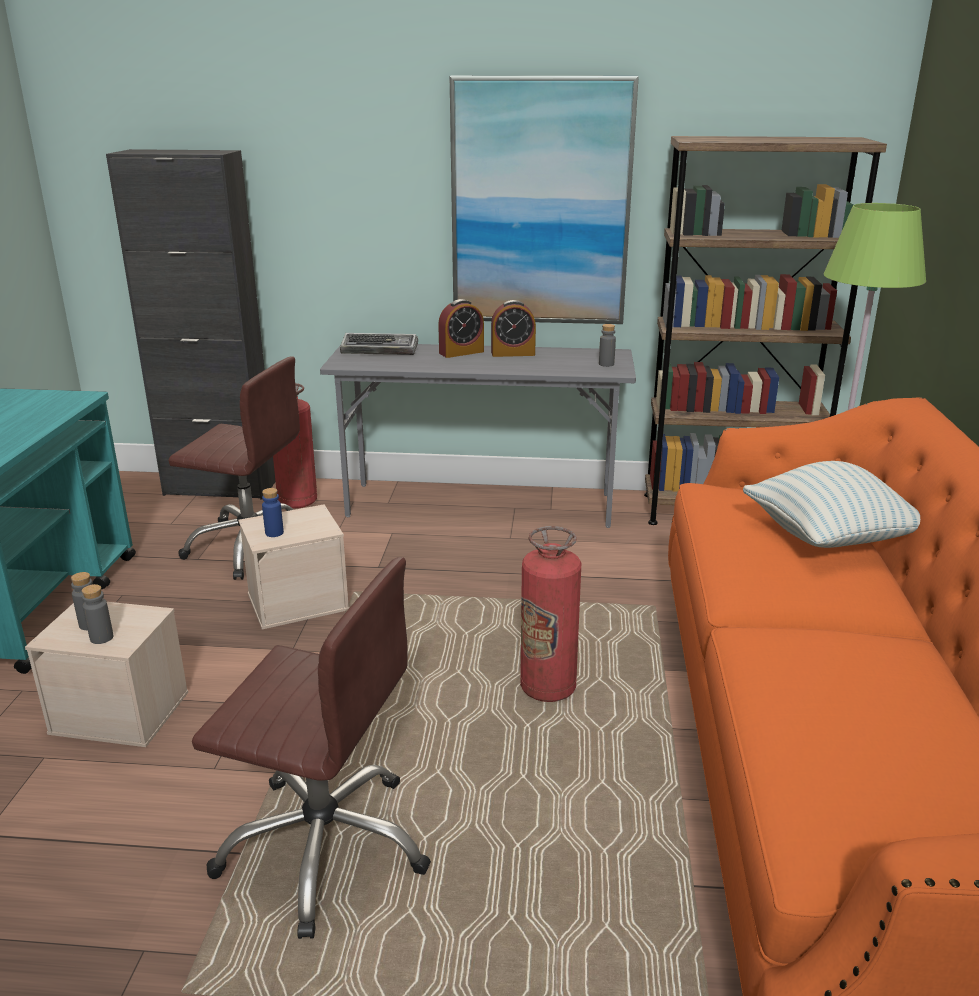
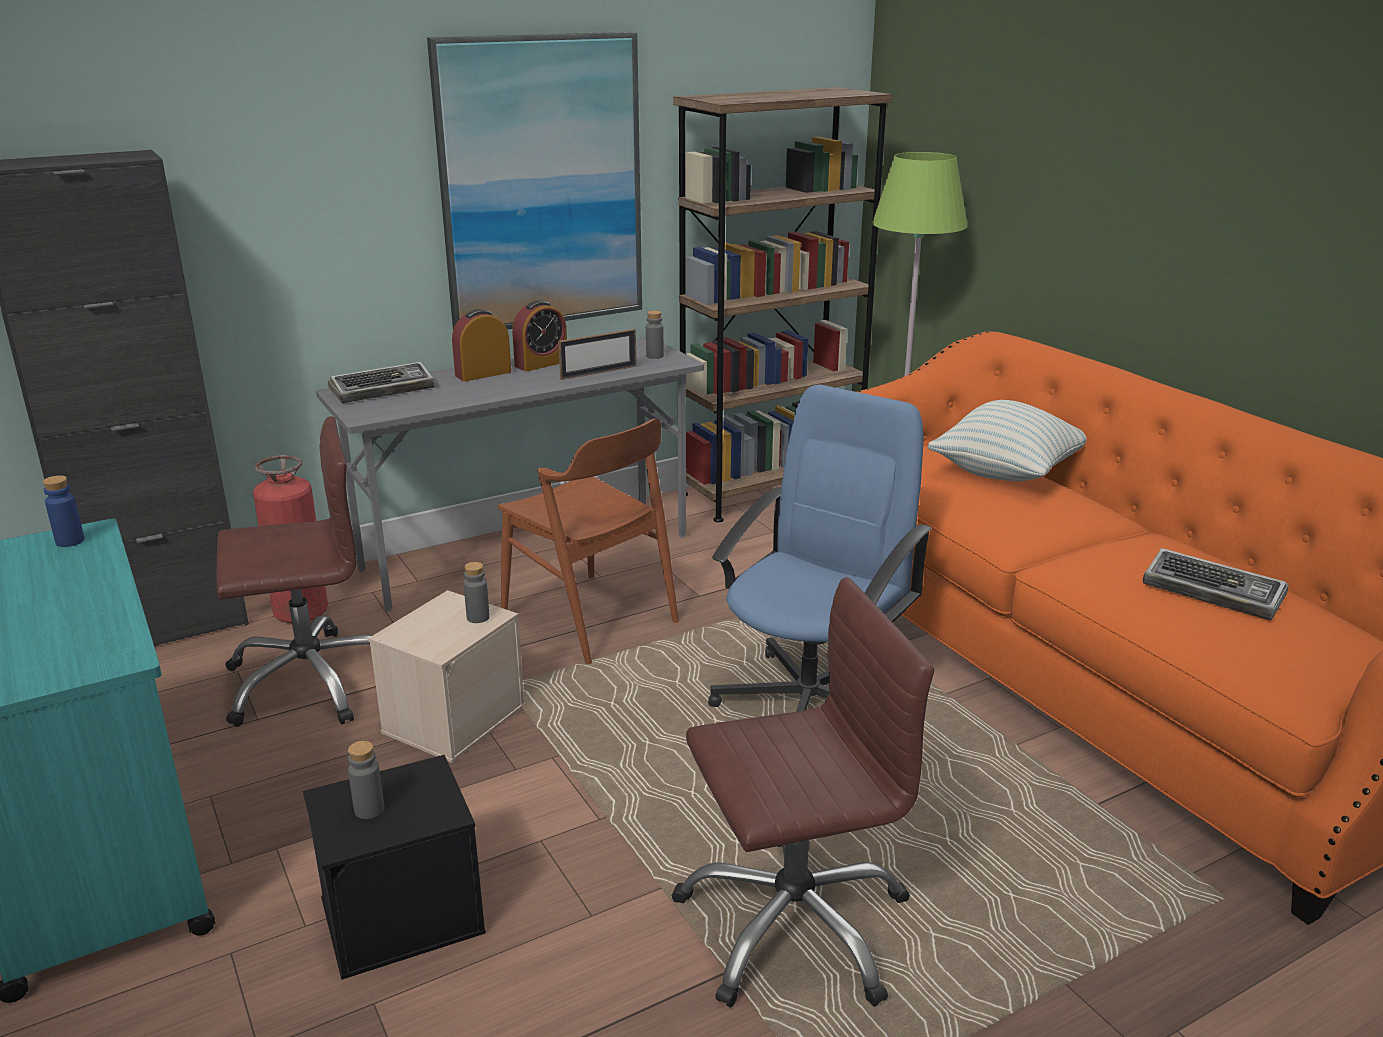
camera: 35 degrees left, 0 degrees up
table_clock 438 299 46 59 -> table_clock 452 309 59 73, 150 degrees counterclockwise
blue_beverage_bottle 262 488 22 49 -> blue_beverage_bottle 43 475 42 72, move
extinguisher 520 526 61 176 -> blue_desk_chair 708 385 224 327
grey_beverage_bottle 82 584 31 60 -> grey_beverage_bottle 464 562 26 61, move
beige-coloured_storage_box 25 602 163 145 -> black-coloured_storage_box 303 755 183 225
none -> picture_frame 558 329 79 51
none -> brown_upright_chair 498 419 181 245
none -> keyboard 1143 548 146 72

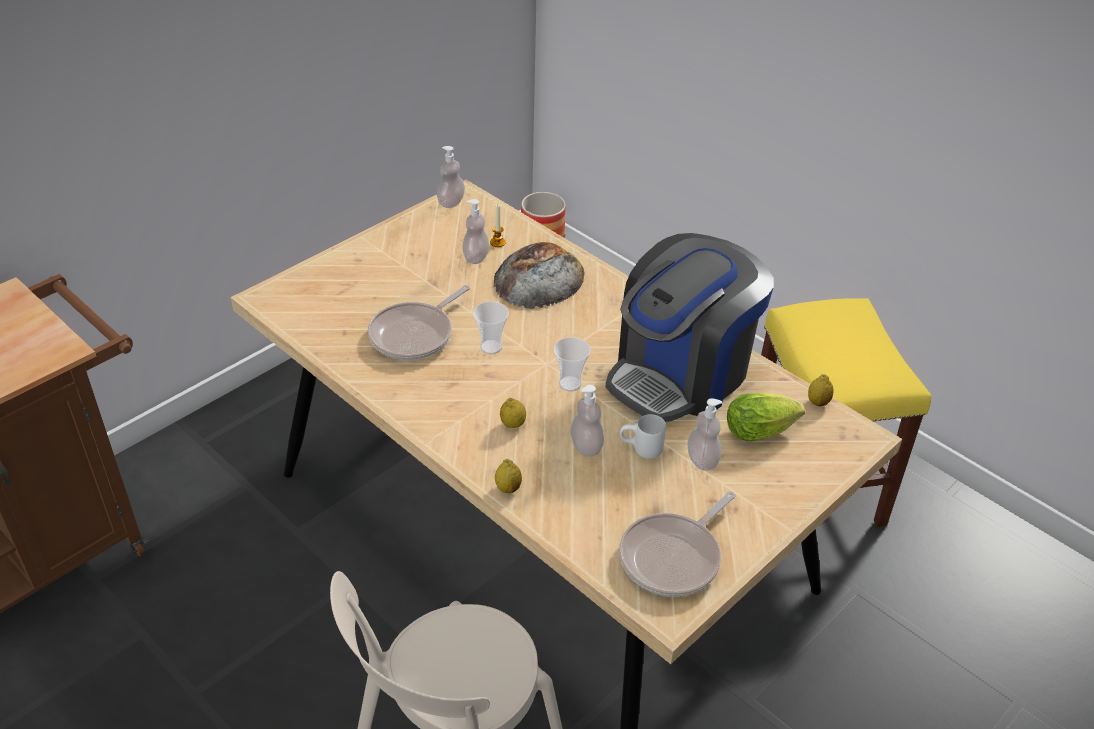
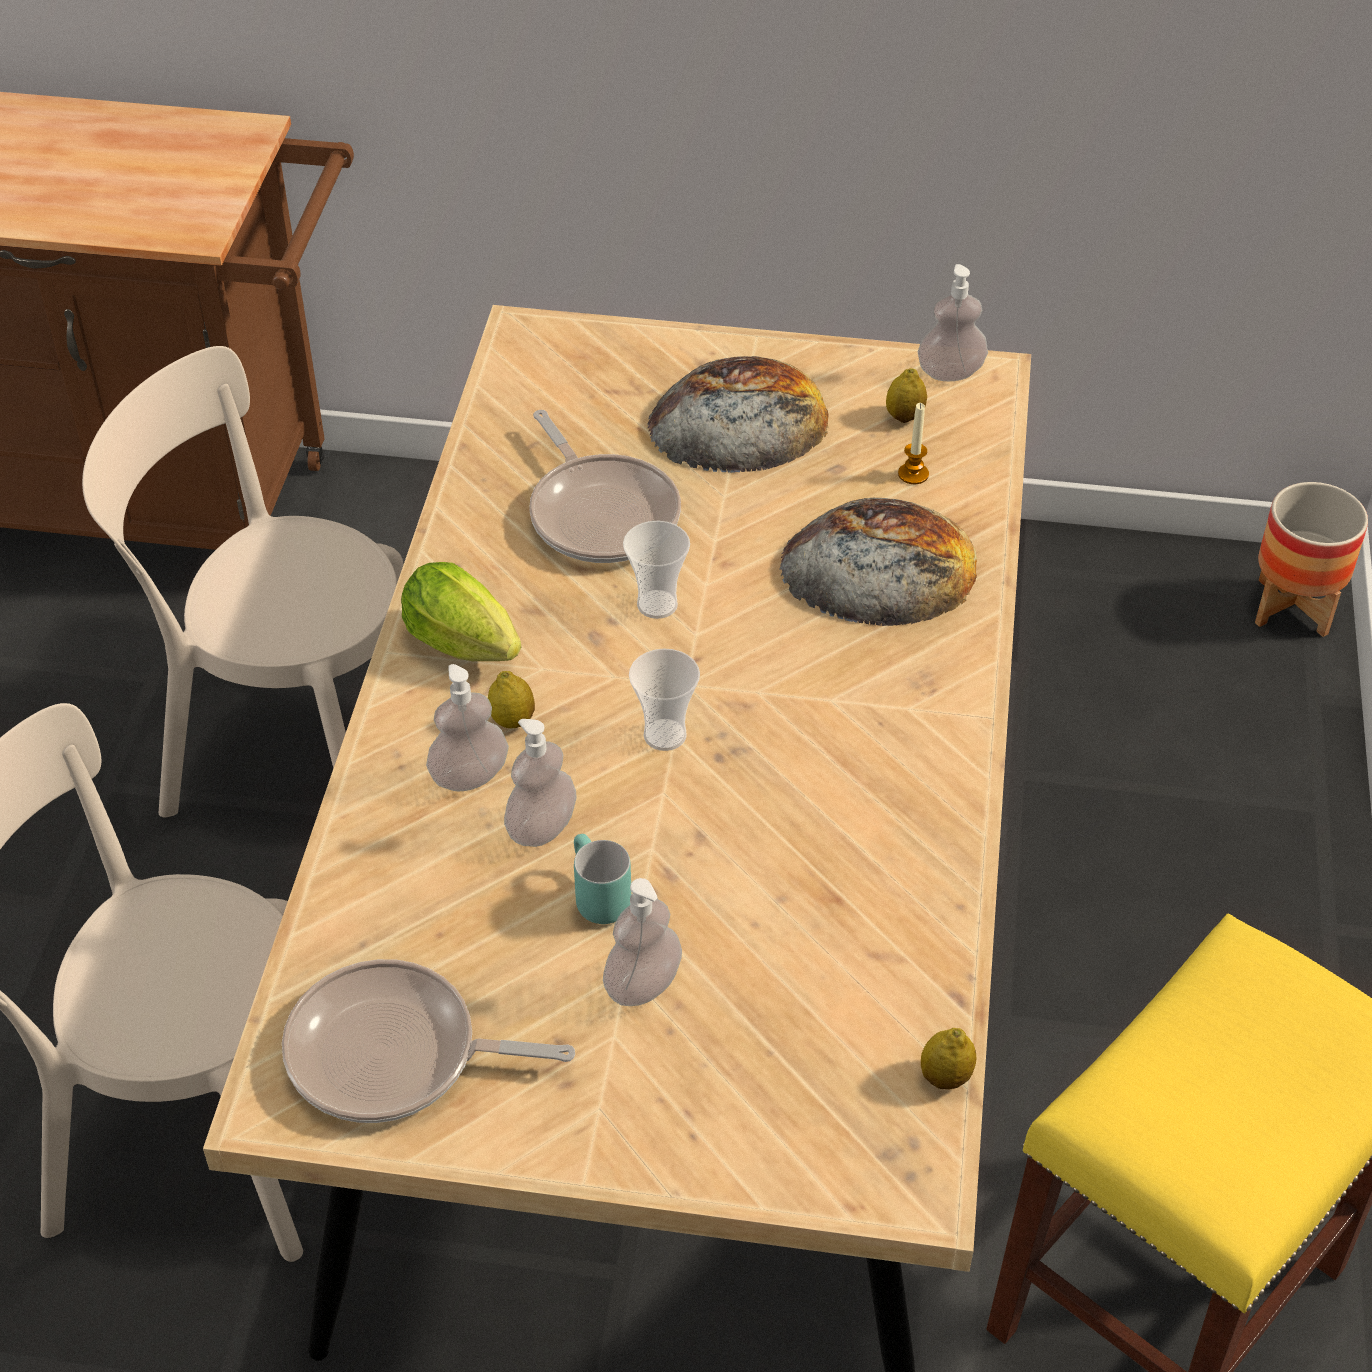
camera: 55 degrees right, 5 degrees up
soap_dispenser 462 199 27 65 -> soap_dispenser 426 664 83 128, move
coffee_machine 606 233 168 189 -> none
pan 368 285 102 75 -> pan 529 410 152 153, 120 degrees counterclockwise
head_of_lettuce 727 393 78 48 -> head_of_lettuce 401 562 120 99, move
whitish_tea_mug 620 414 46 45 -> turquoise_tea_mug 574 834 58 90
citrus_fruit 495 459 27 34 -> citrus_fruit 886 368 41 55, move
none -> beige-coloured_upright_chair 82 346 322 471
none -> bakery_bread 647 356 182 117

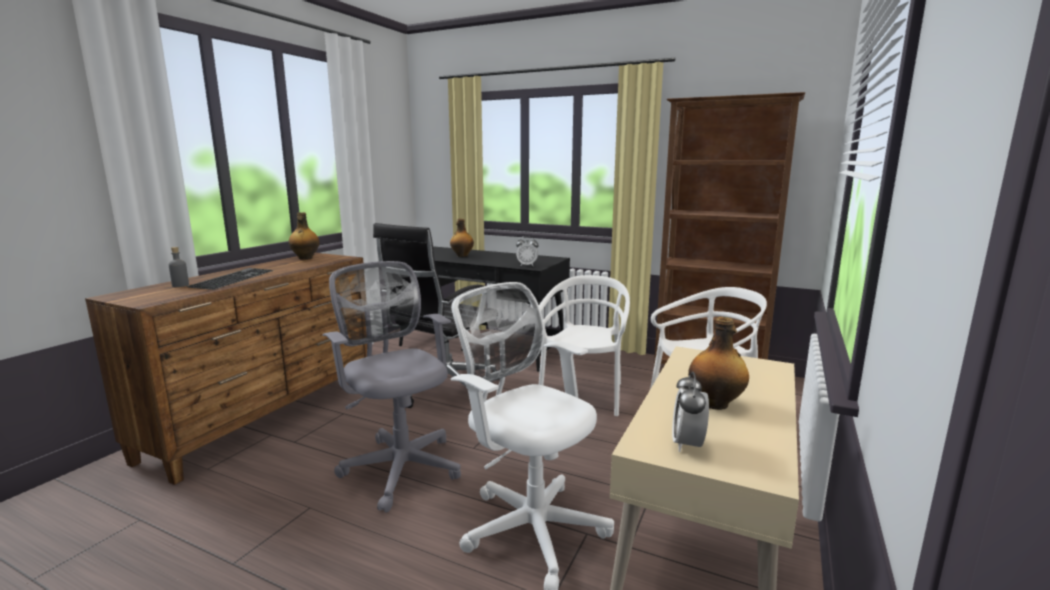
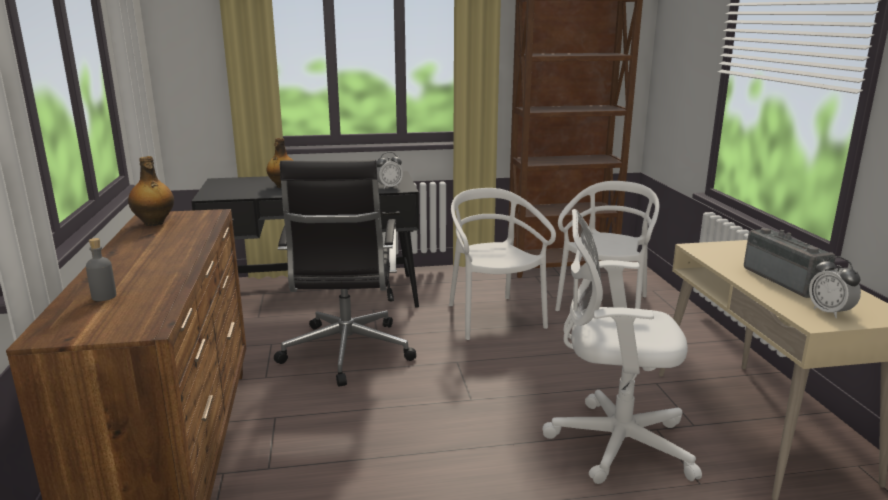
camera: 35 degrees left, 5 degrees up
grey_desk_chair 323 261 138 251 -> none
keyboard 186 268 88 22 -> none
beverage_bottle 688 317 61 93 -> radio_receiver 744 228 92 70

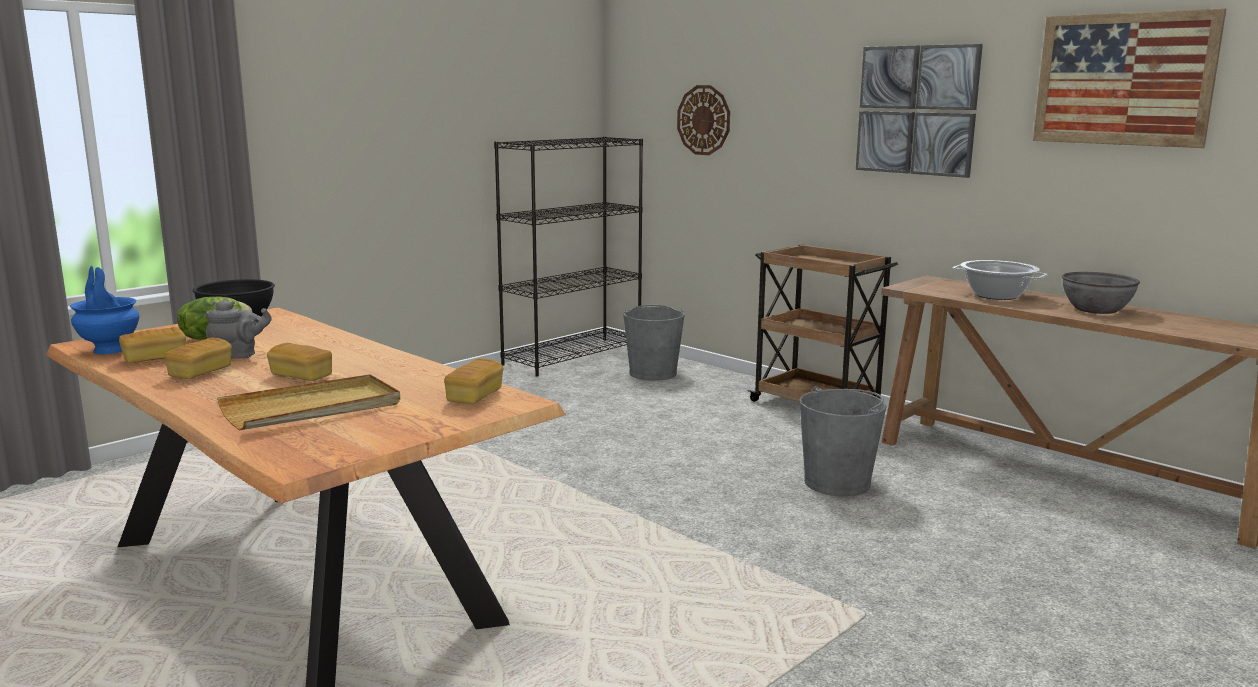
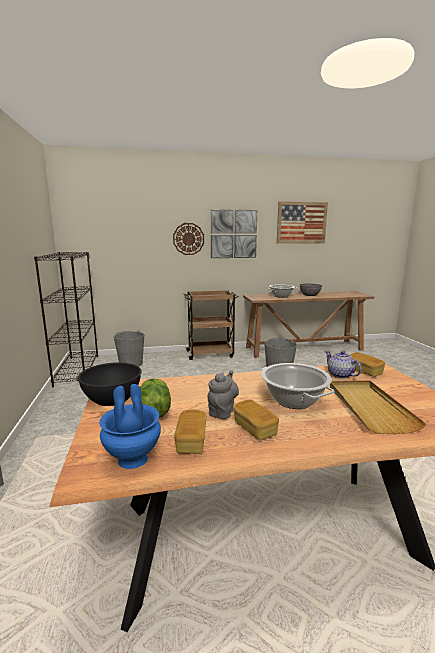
camera: 55 degrees left, 0 degrees up
wall_clock 677 85 53 70 -> wall_clock 173 223 31 32, move
bakery_bread 267 343 65 38 -> stockpot 261 363 74 46
none -> pot_for_tea 325 351 37 28

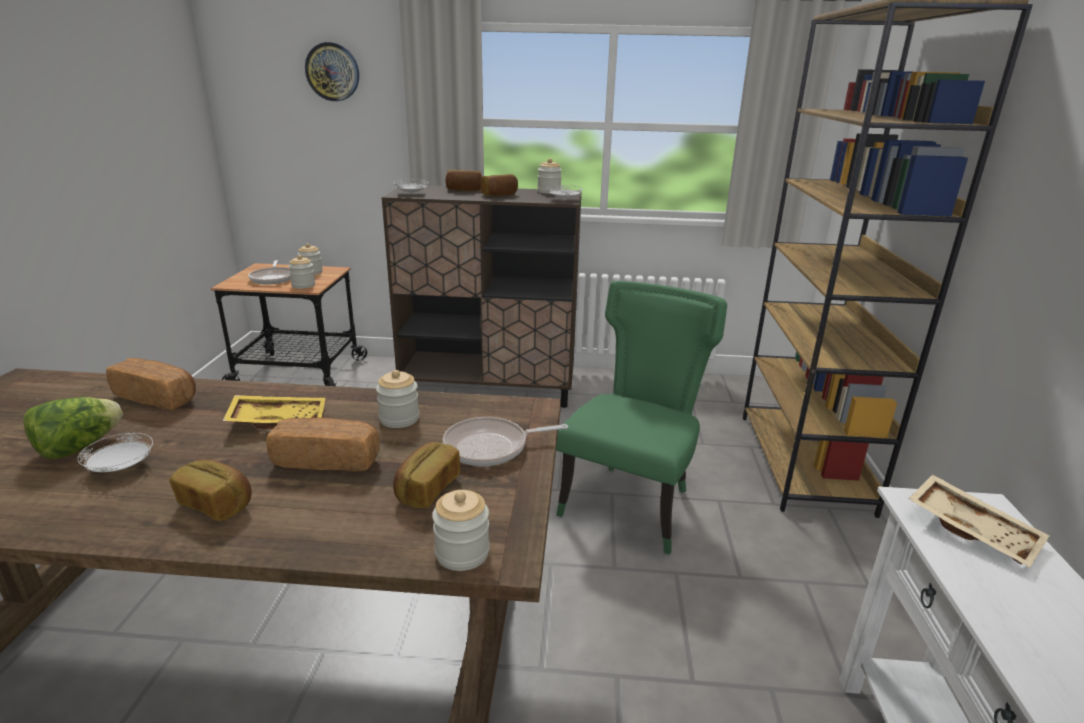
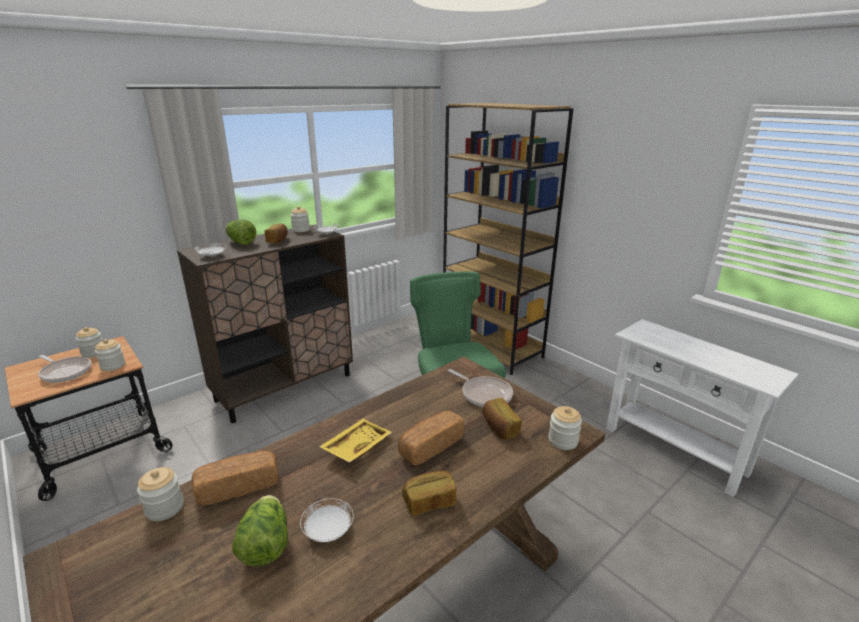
camera: 45 degrees left, 0 degrees up
wall_clock 305 42 54 59 -> none
bakery_bread 445 170 37 21 -> head_of_lettuce 226 219 30 26
jar 376 370 43 58 -> jar 137 467 47 54, move
pan 443 417 125 49 -> pan 448 369 65 38, 75 degrees counterclockwise
beige-coloured_carrying_tray 908 474 141 94 -> none

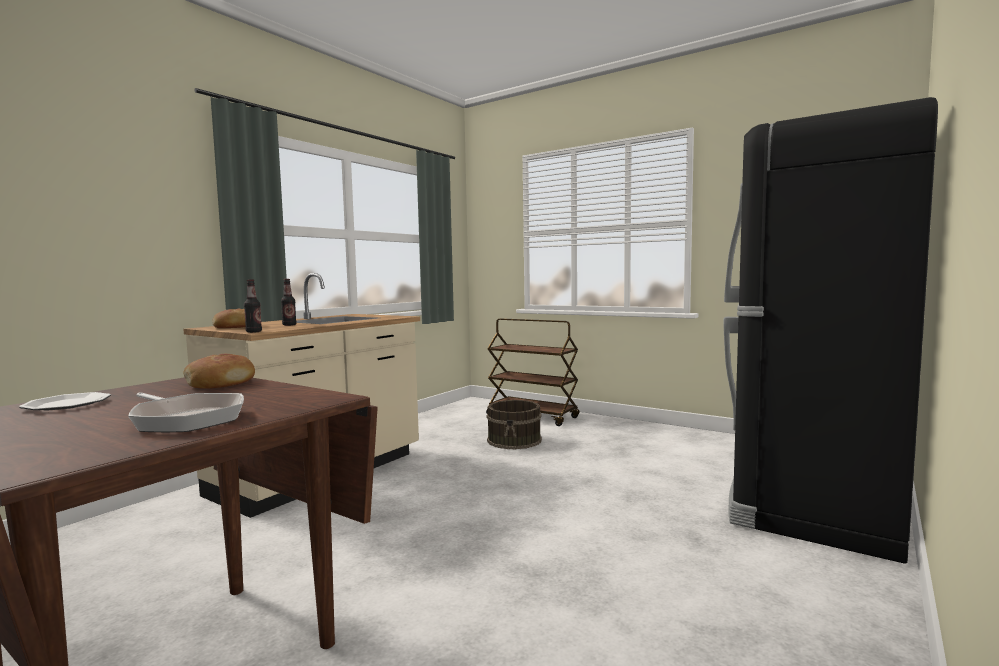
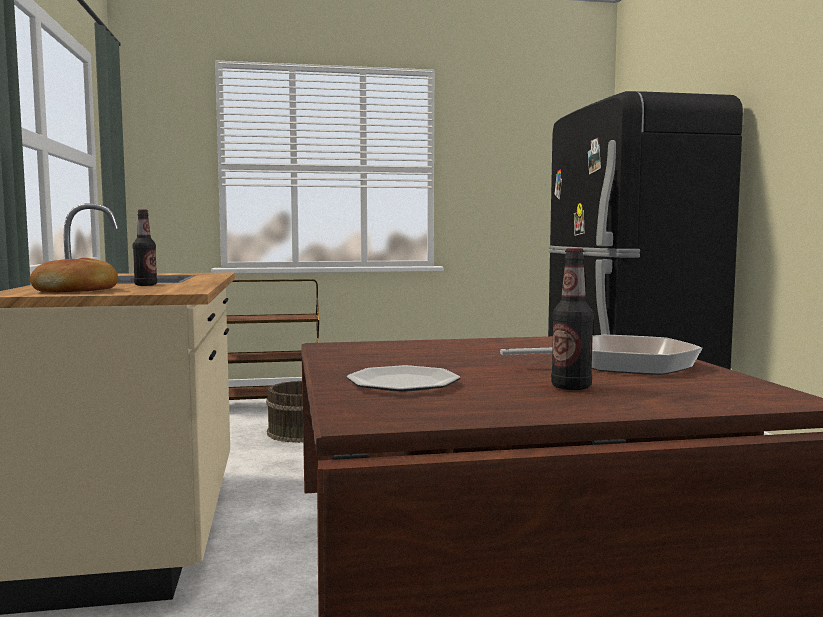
camera: 45 degrees left, 0 degrees up
beverage_bottle 244 279 18 54 -> beverage_bottle 551 248 43 142, move
bakery_bread 184 354 71 35 -> none

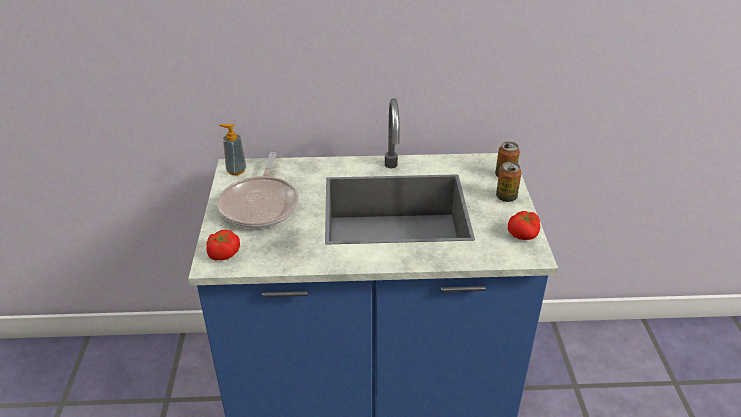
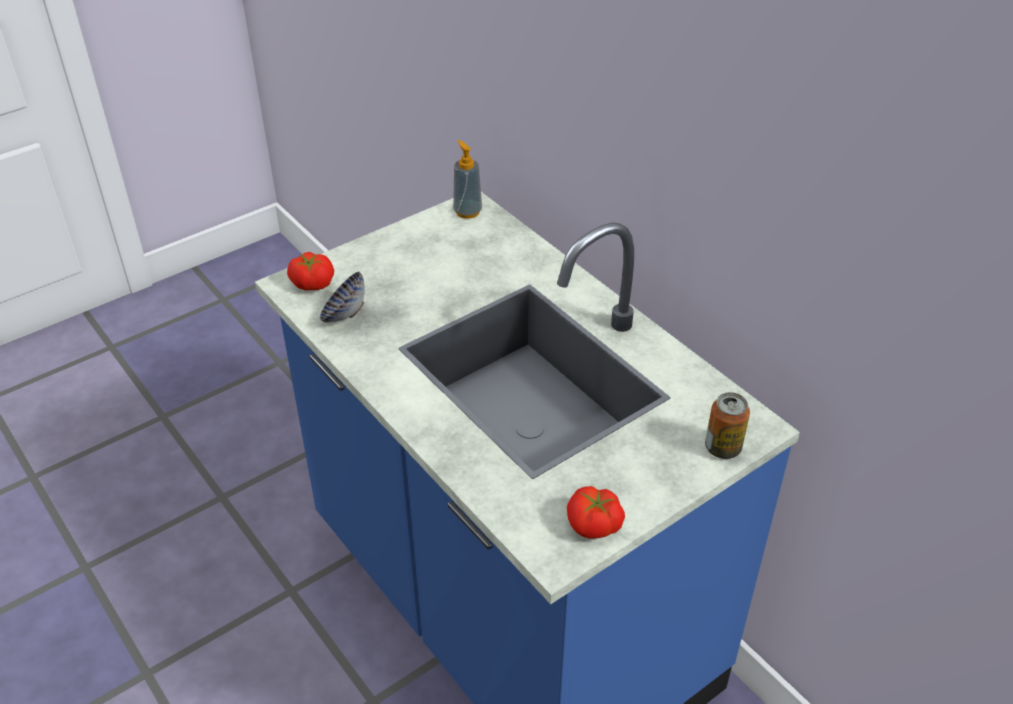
camera: 55 degrees right, 5 degrees up
pan 217 152 82 77 -> none
can 496 162 26 40 -> none
none -> serving_bowl 320 272 45 51

